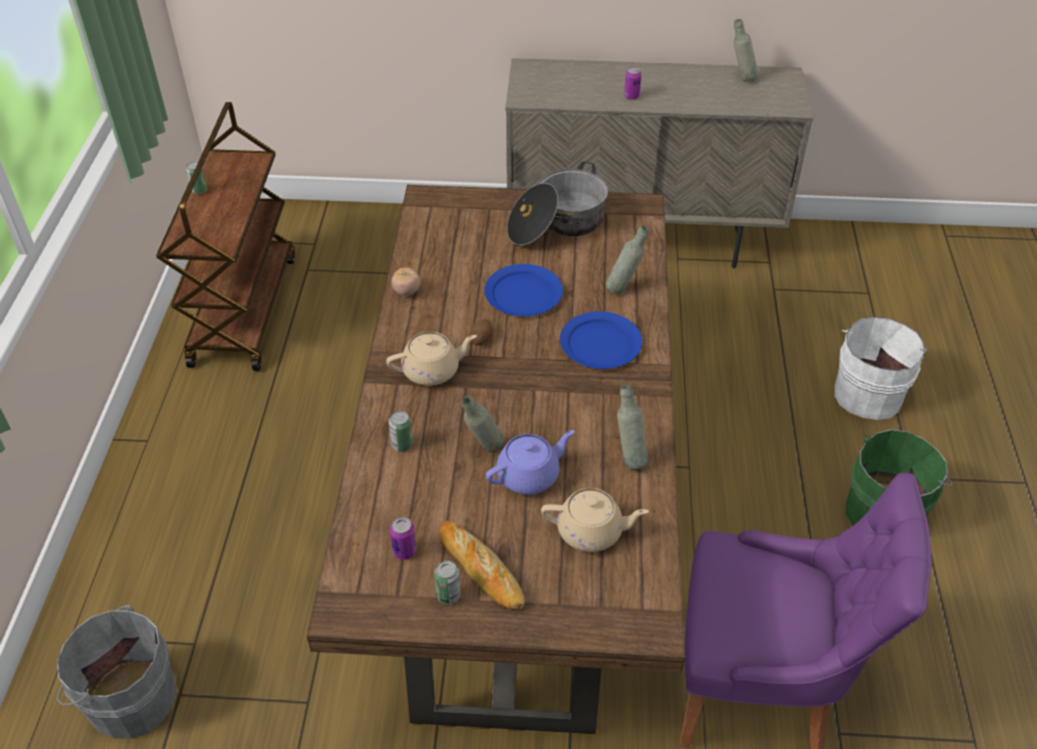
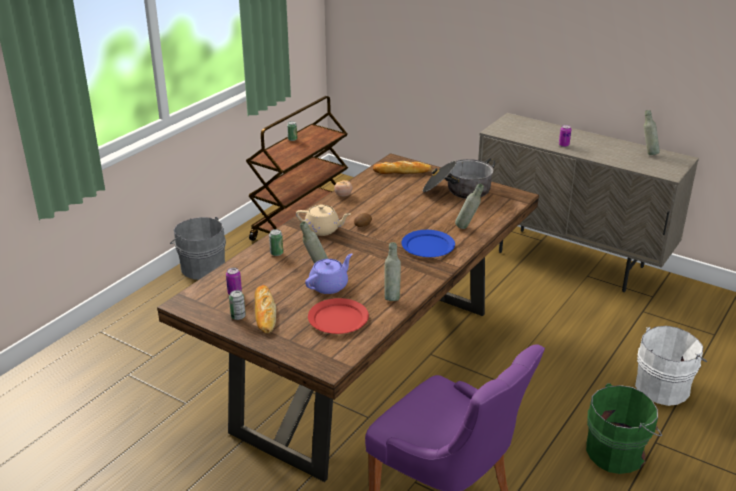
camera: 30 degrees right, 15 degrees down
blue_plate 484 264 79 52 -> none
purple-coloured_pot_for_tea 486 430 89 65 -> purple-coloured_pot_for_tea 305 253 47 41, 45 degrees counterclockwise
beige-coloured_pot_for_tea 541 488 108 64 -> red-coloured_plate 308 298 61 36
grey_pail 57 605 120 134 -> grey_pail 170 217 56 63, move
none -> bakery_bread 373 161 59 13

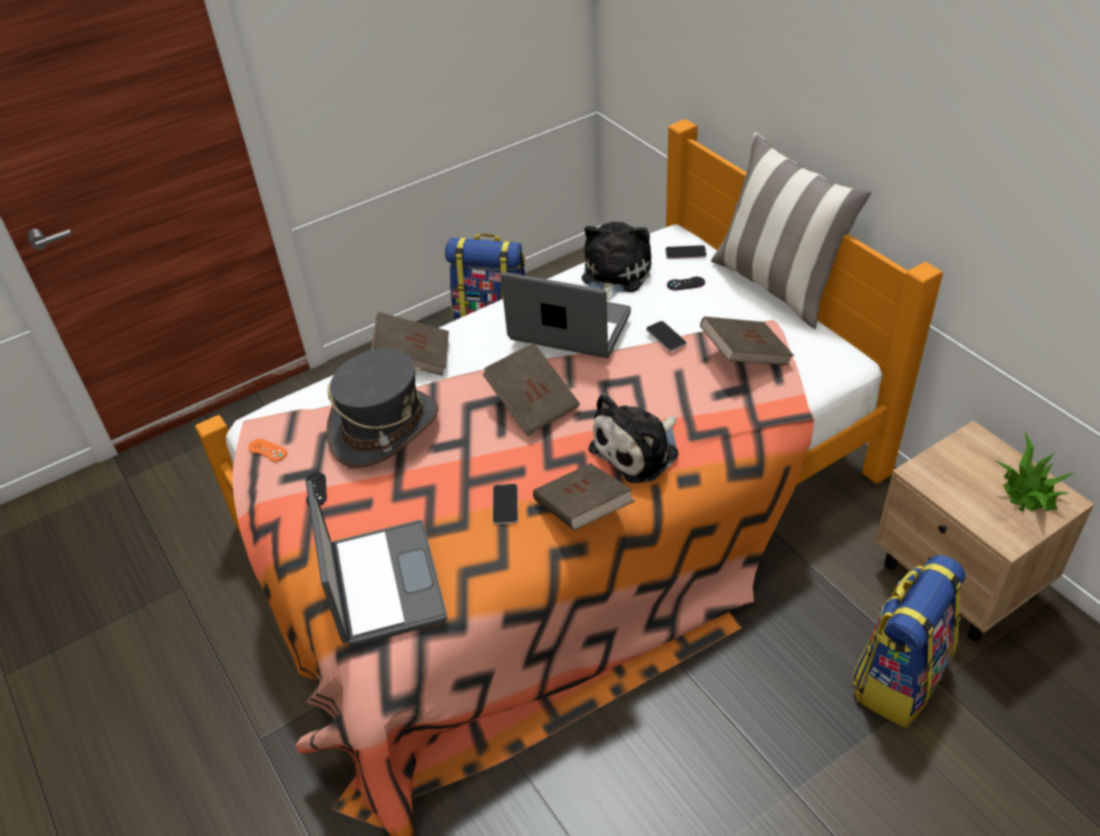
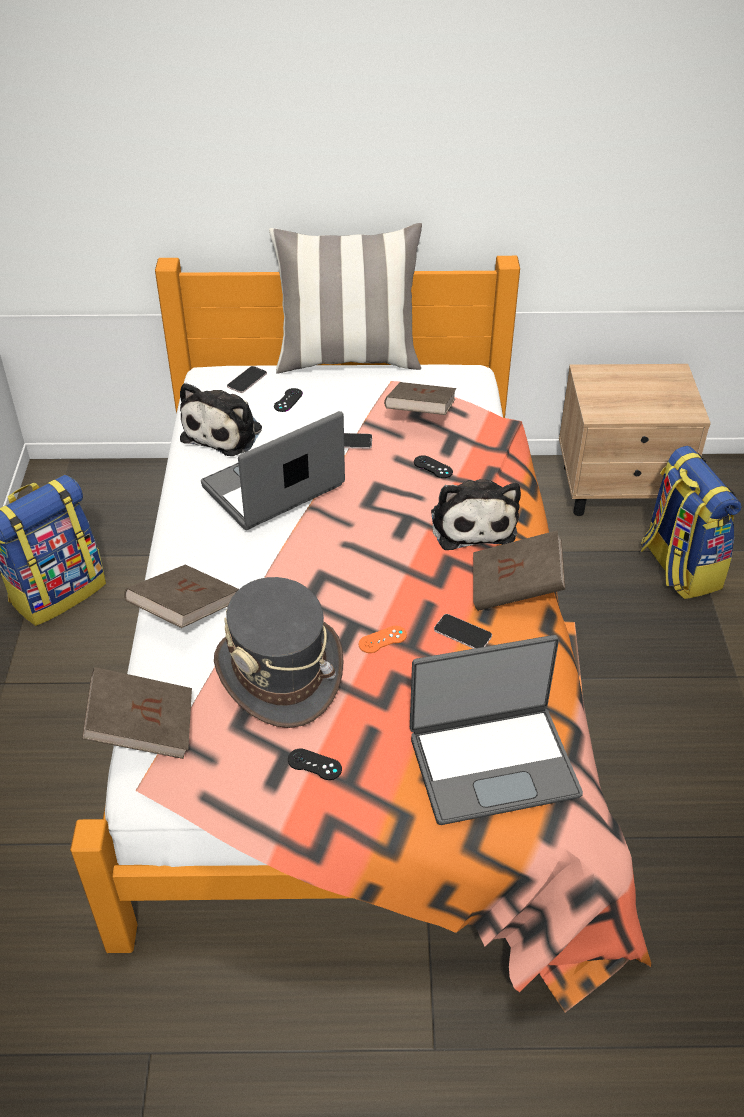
camera: 60 degrees left, 0 degrees up
plush_toy 582 222 69 80 -> plush_toy 180 383 82 73, 120 degrees counterclockwise
brown_volume 482 343 98 93 -> brown_volume 82 667 110 92, move
plant_in_a_pot 995 430 79 82 -> none
orange_joypad 248 439 39 23 -> orange_joypad 359 626 48 27, move
laptop 306 480 141 167 -> laptop 410 635 173 190, 150 degrees clockwise
none -> black-coloured_joypad 414 455 39 23

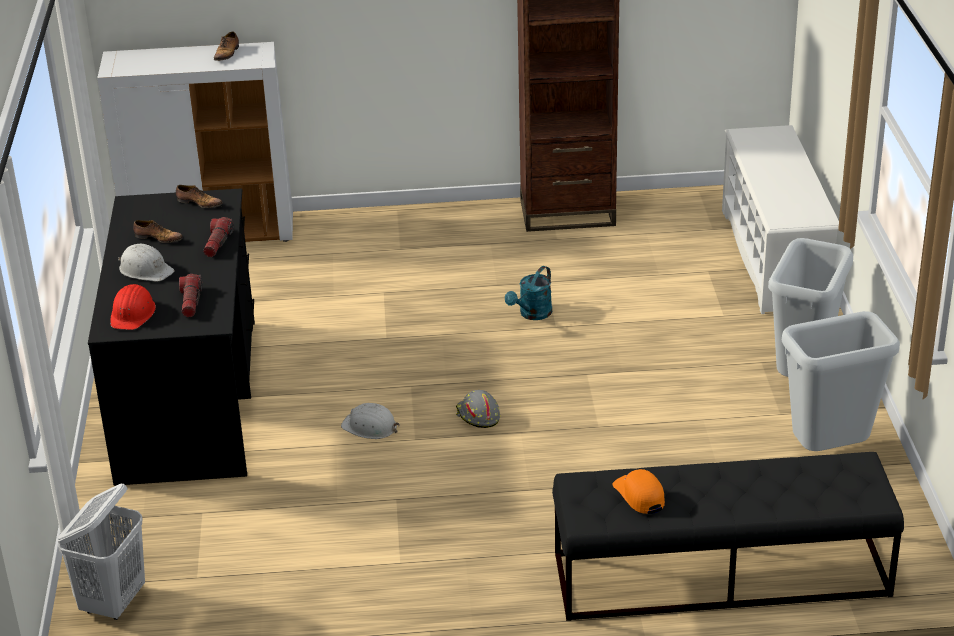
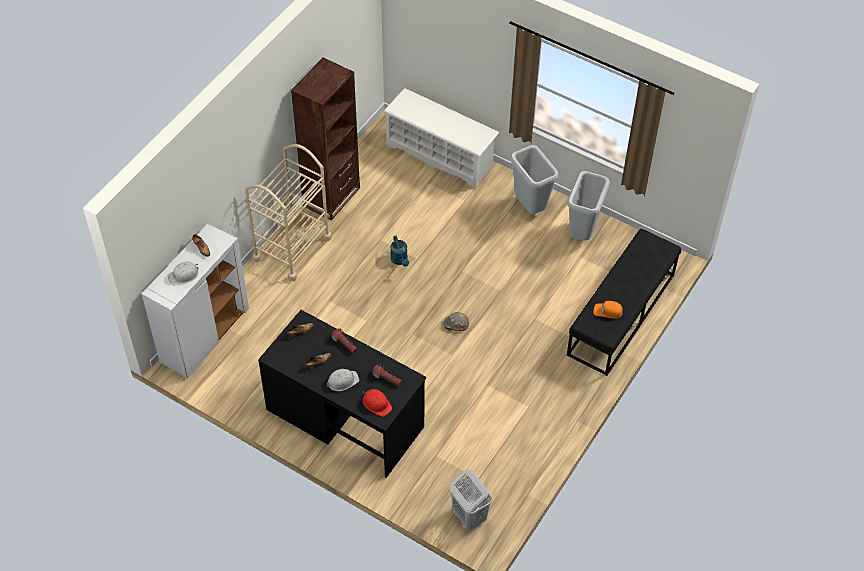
camera: 55 degrees left, 20 degrees up
whitish_safety_helmet 341 403 59 36 -> whitish_safety_helmet 168 261 31 25, move
none -> beige-coloured_trolley 245 144 87 137

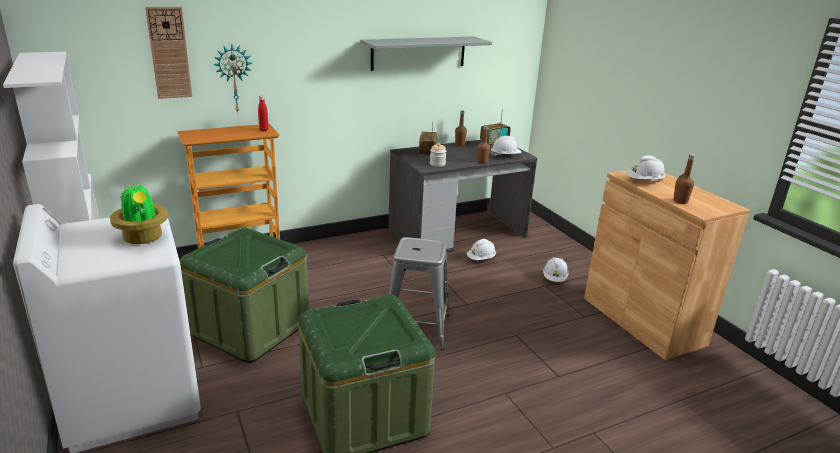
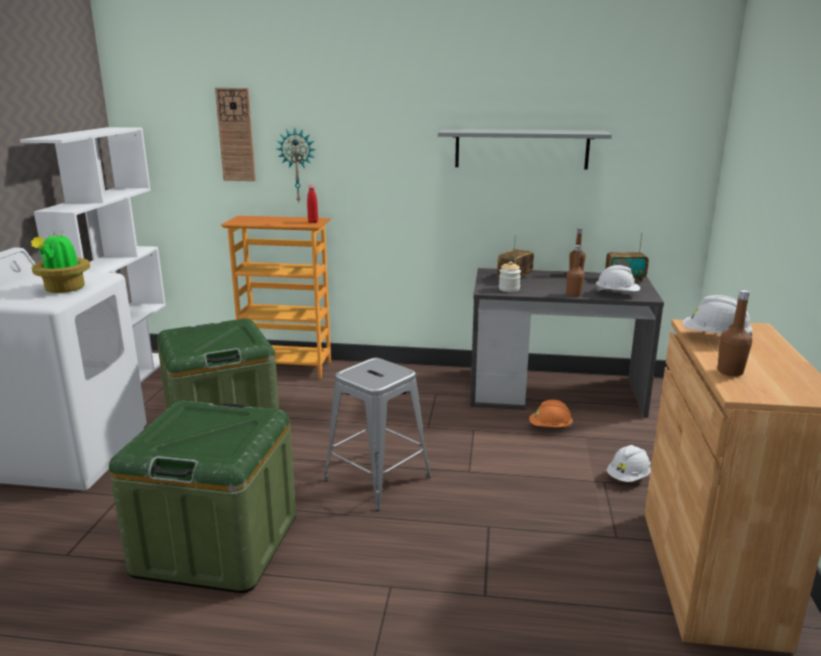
camera: 35 degrees right, 5 degrees down
whitish_safety_helmet 467 239 29 21 -> orange_safety_helmet 529 400 44 28

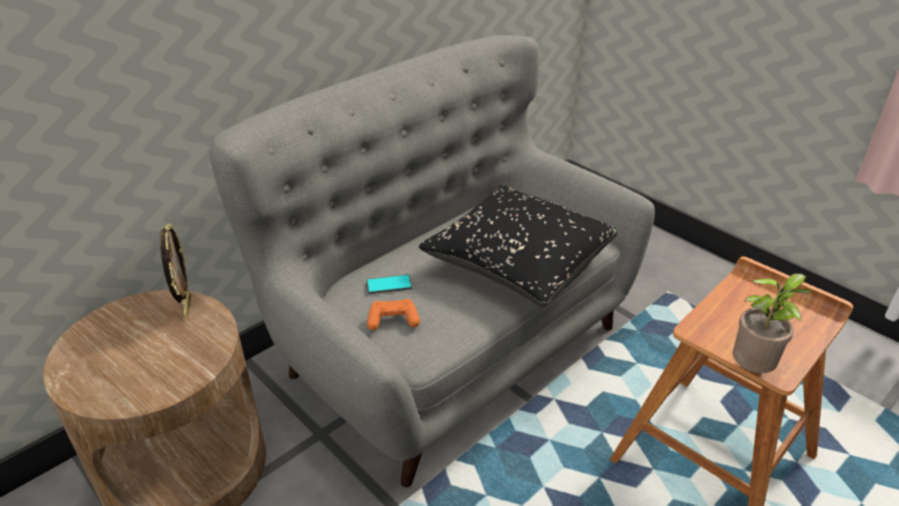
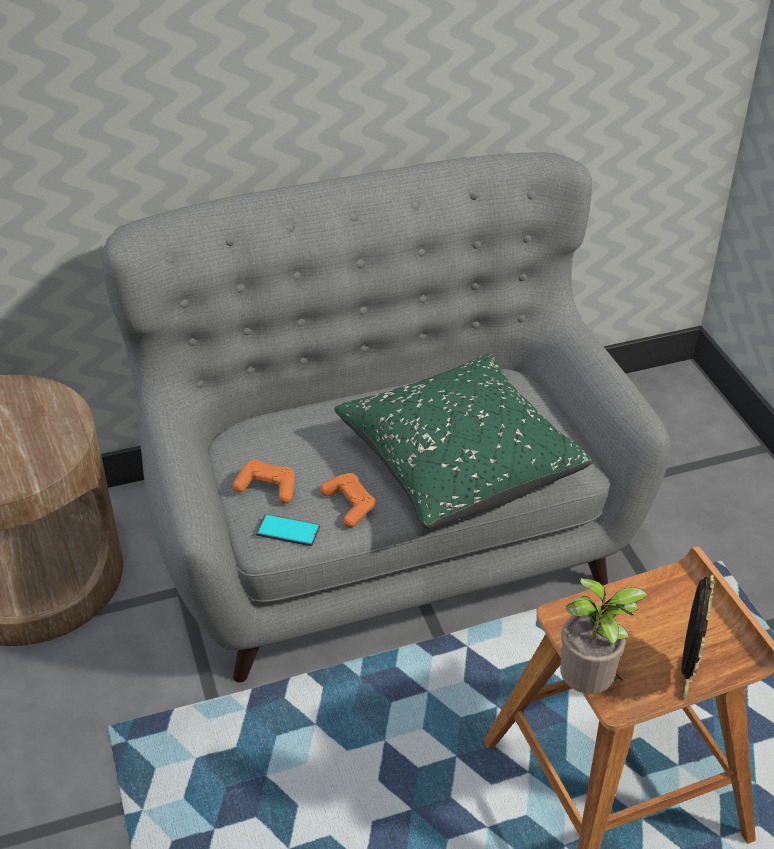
camera: 25 degrees right, 5 degrees up
black-coloured_throw_pillow 419 185 199 122 -> green_throw_pillow 335 354 257 175
picture_frame 160 223 31 95 -> picture_frame 681 574 33 124, move
handset 366 274 46 20 -> handset 256 514 64 32, move
none -> orange_joypad 320 473 55 54

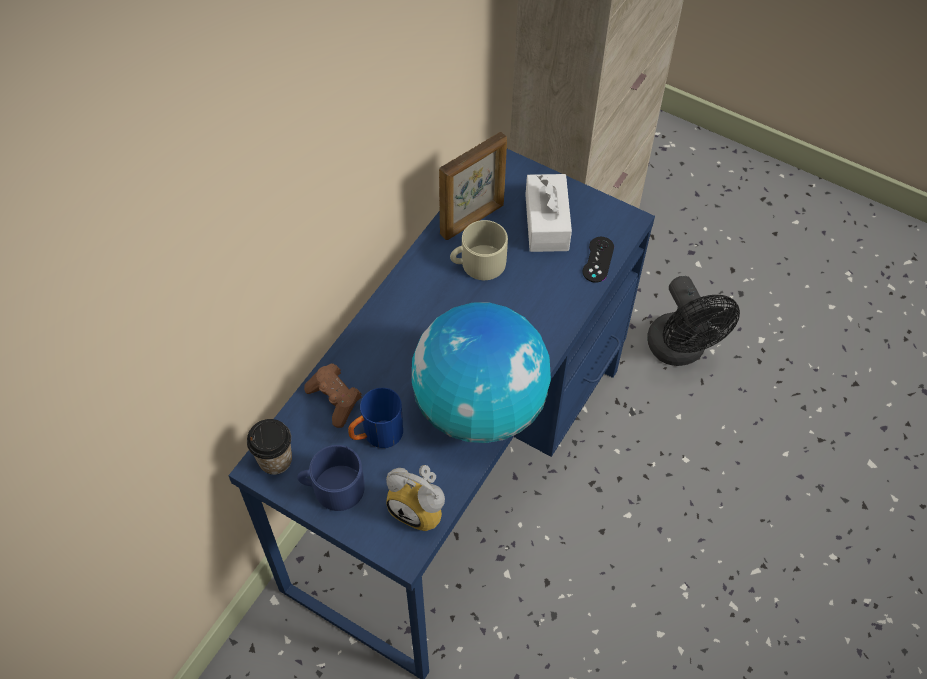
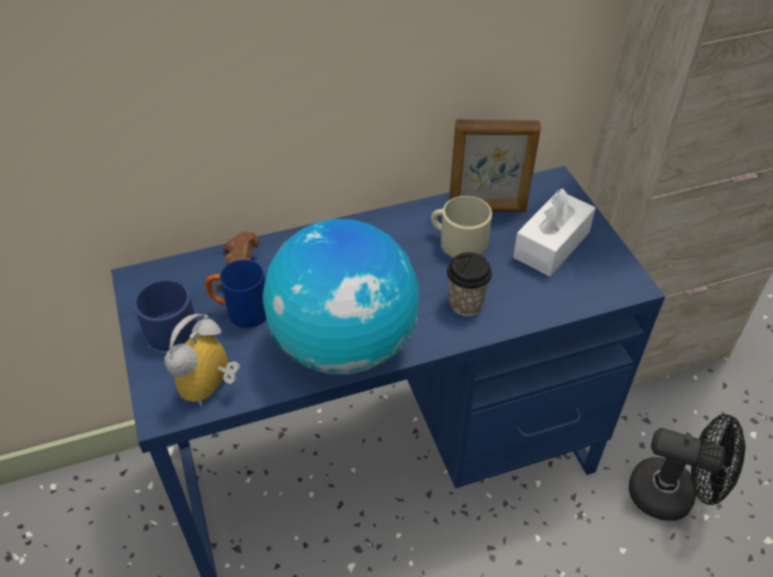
camera: 40 degrees right, 10 degrees down
black-coloured_joypad 583 237 31 46 -> none
black-coloured_cooling_fan 647 276 93 90 -> black-coloured_cooling_fan 629 414 116 107, 90 degrees counterclockwise
cup 247 419 45 56 -> cup 447 252 45 64, move
table_clock 386 465 59 66 -> table_clock 165 314 75 94, 45 degrees clockwise

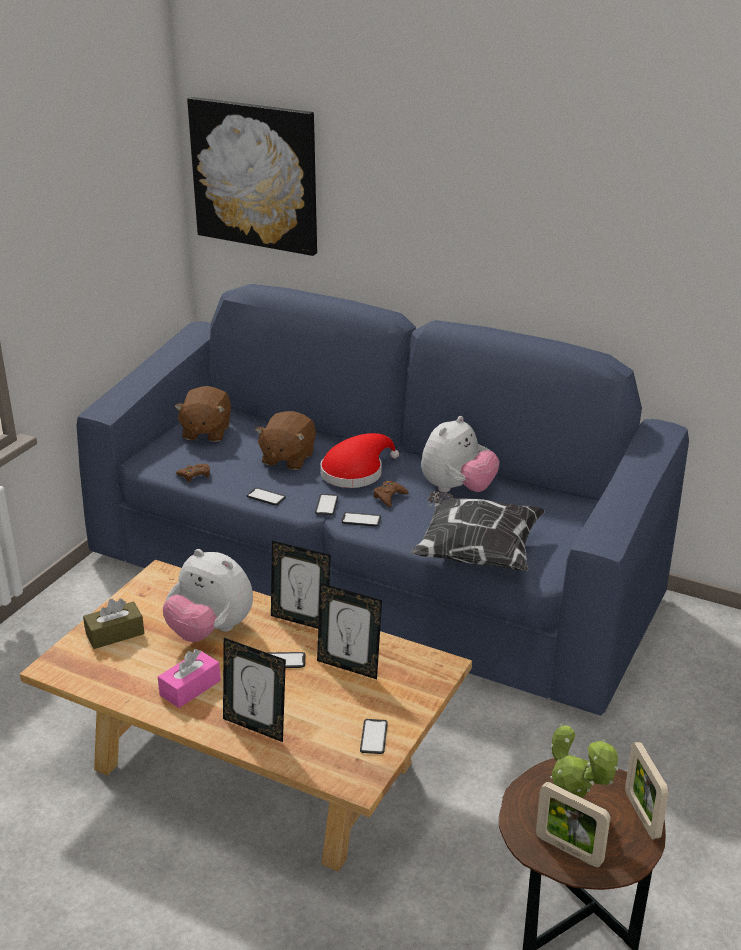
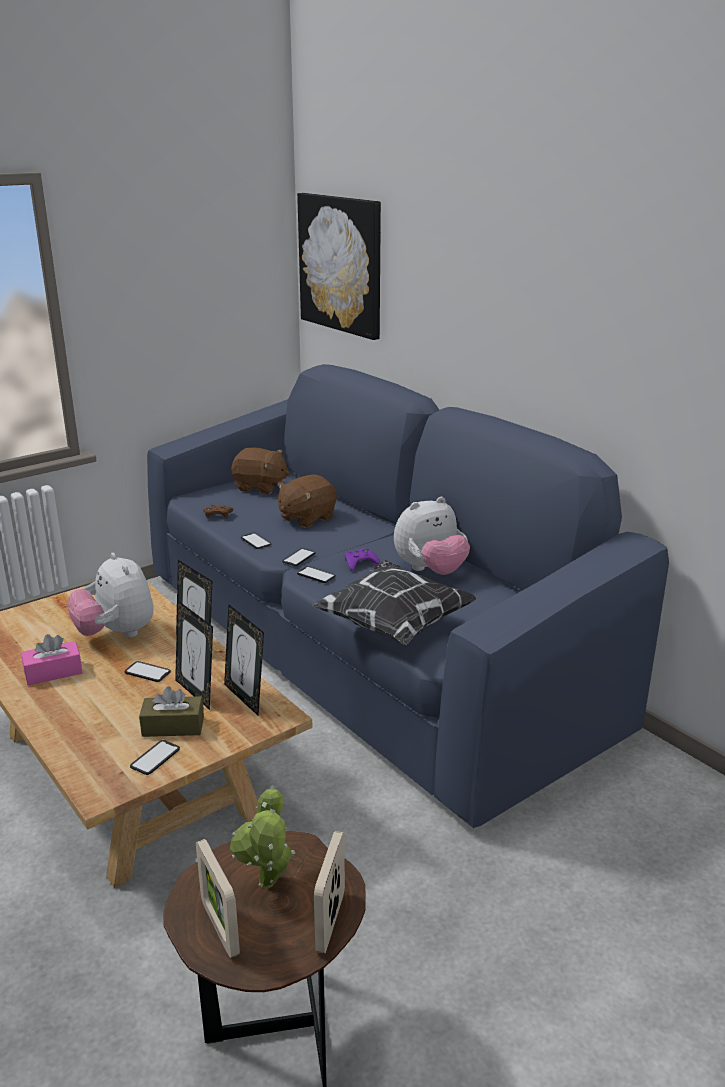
camera: 25 degrees right, 5 degrees down
brown_plush_toy 174 386 57 56 -> brown_plush_toy 231 447 59 47, 105 degrees counterclockwise
red-coloured_clothing_hat 320 433 79 55 -> none
brown_joypad 373 481 36 26 -> purple-coloured_joypad 345 548 35 23
brown_box_of_tissues 83 598 62 51 -> brown_box_of_tissues 139 686 65 51, move
picture_frame 223 638 63 104 -> picture_frame 224 604 40 111, move

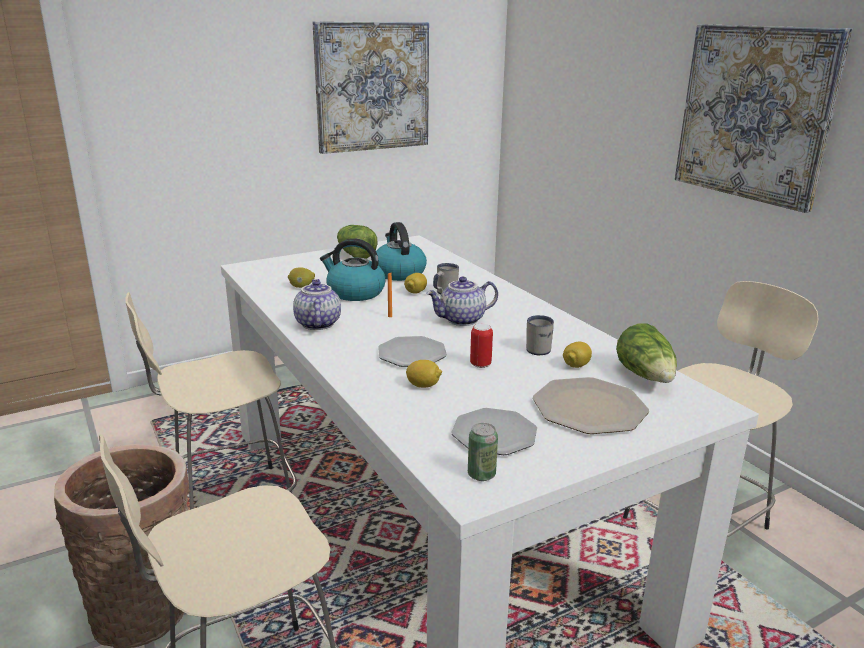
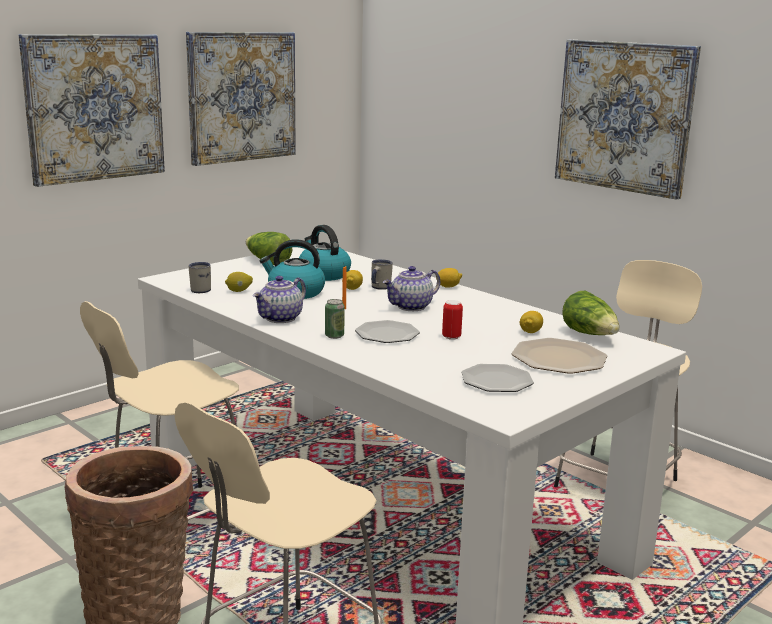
camera: 15 degrees left, 5 degrees down
pot_for_tea 293 279 48 51 -> pot_for_tea 253 276 53 47, 120 degrees counterclockwise
whitish_tea_mug 526 315 28 40 -> whitish_tea_mug 189 262 22 31, move
citrus_fruit 406 360 36 28 -> citrus_fruit 436 268 26 20, move
can 468 423 30 58 -> can 325 299 20 40, move
none -> picture 19 34 146 153

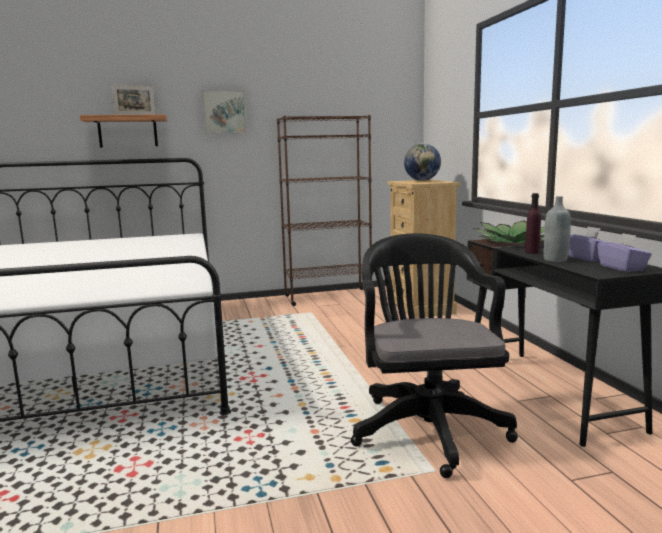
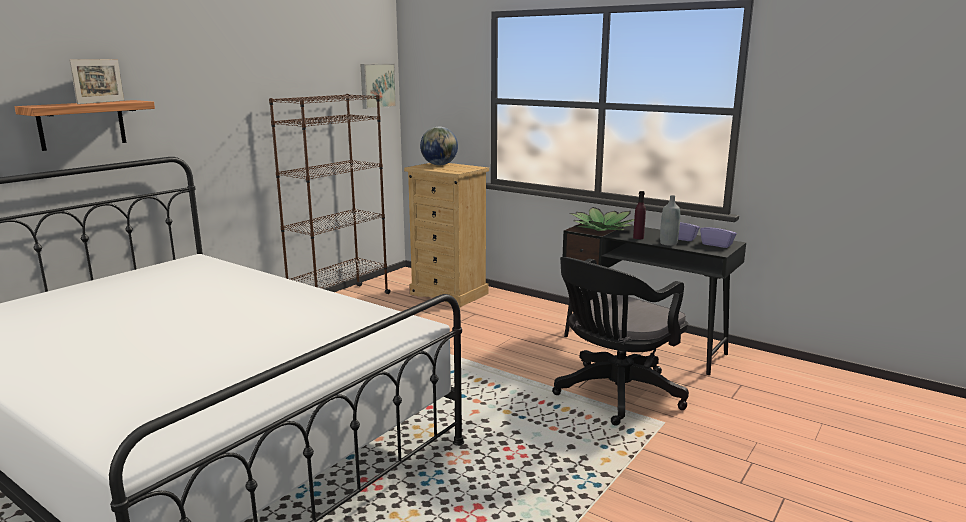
camera: 40 degrees left, 5 degrees up
picture 201 90 45 44 -> picture 361 64 35 45, move
black-coloured_desk_chair 351 233 167 245 -> black-coloured_desk_chair 552 257 137 169, 90 degrees counterclockwise

